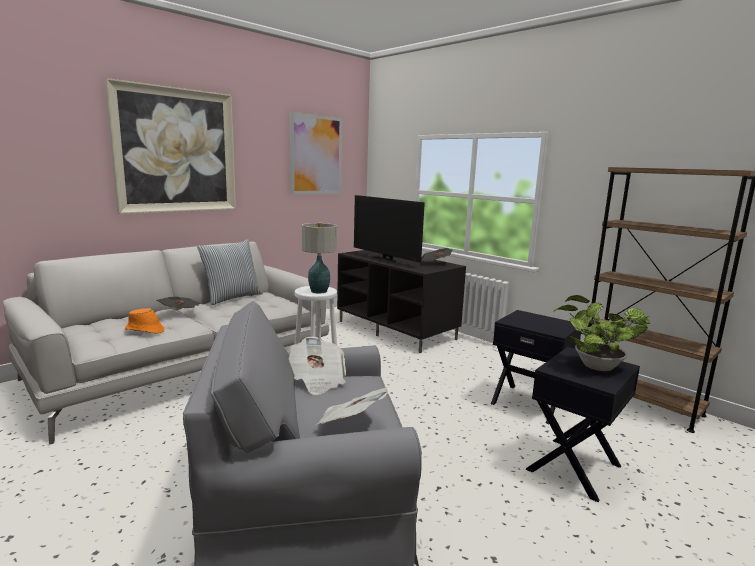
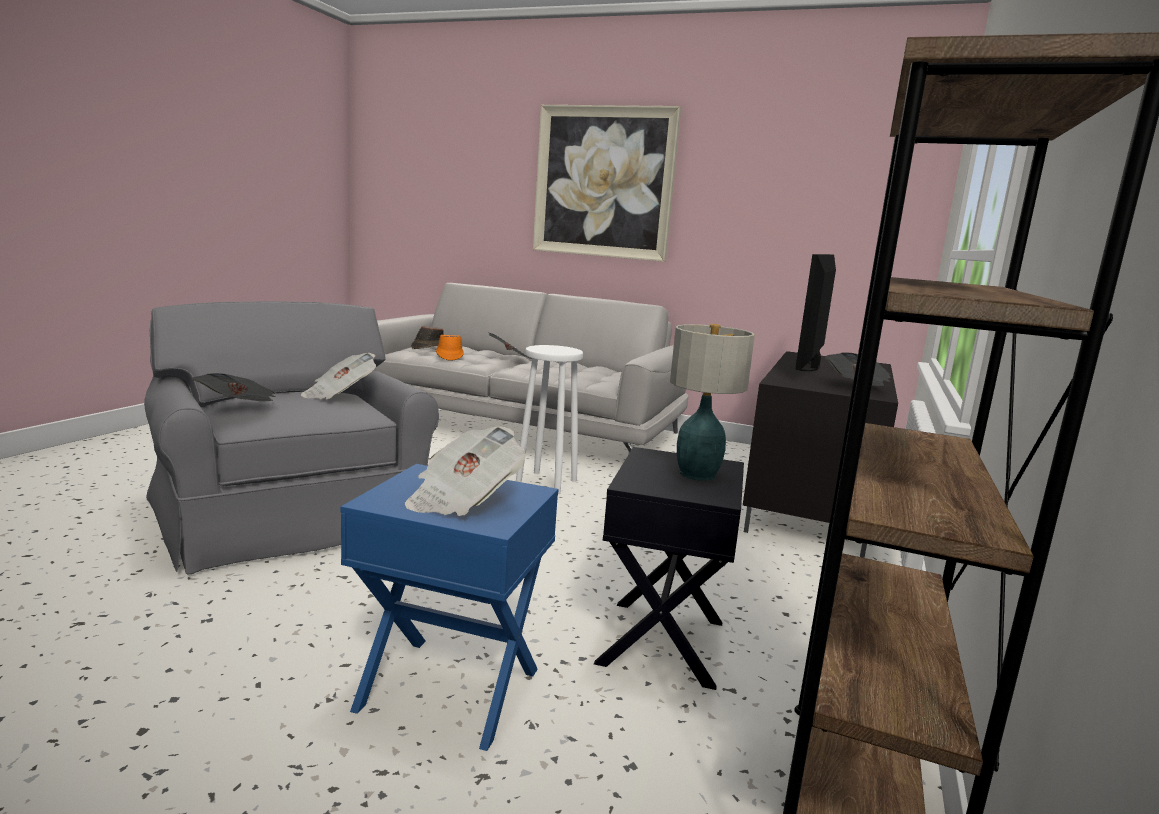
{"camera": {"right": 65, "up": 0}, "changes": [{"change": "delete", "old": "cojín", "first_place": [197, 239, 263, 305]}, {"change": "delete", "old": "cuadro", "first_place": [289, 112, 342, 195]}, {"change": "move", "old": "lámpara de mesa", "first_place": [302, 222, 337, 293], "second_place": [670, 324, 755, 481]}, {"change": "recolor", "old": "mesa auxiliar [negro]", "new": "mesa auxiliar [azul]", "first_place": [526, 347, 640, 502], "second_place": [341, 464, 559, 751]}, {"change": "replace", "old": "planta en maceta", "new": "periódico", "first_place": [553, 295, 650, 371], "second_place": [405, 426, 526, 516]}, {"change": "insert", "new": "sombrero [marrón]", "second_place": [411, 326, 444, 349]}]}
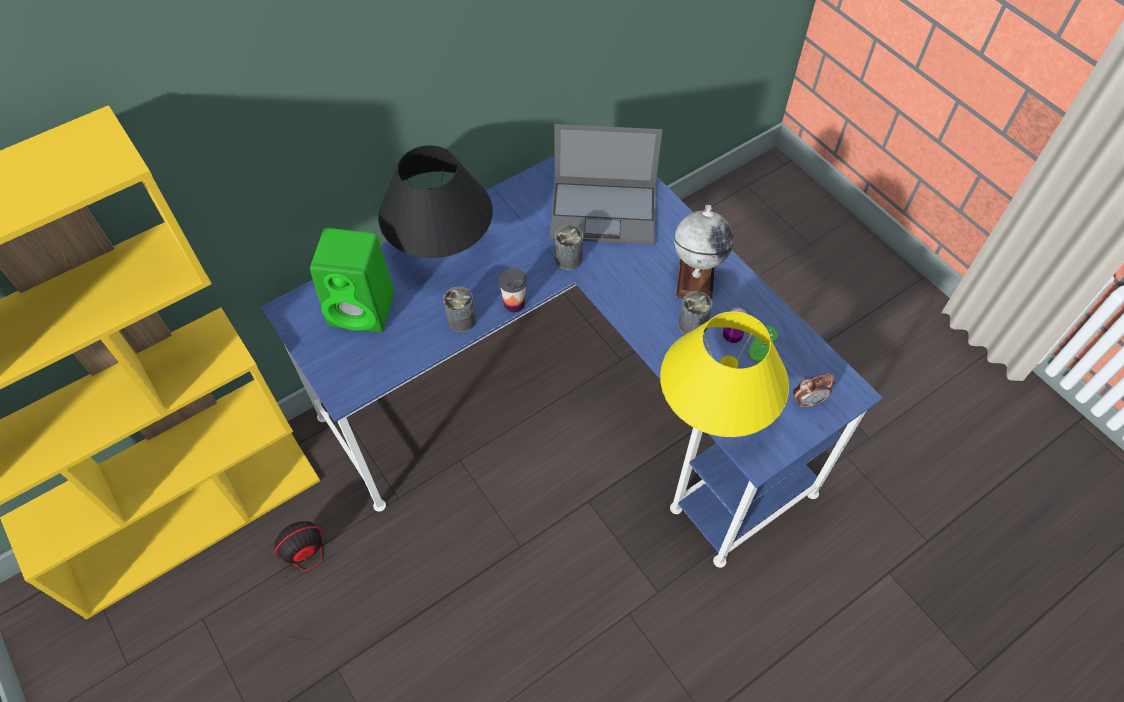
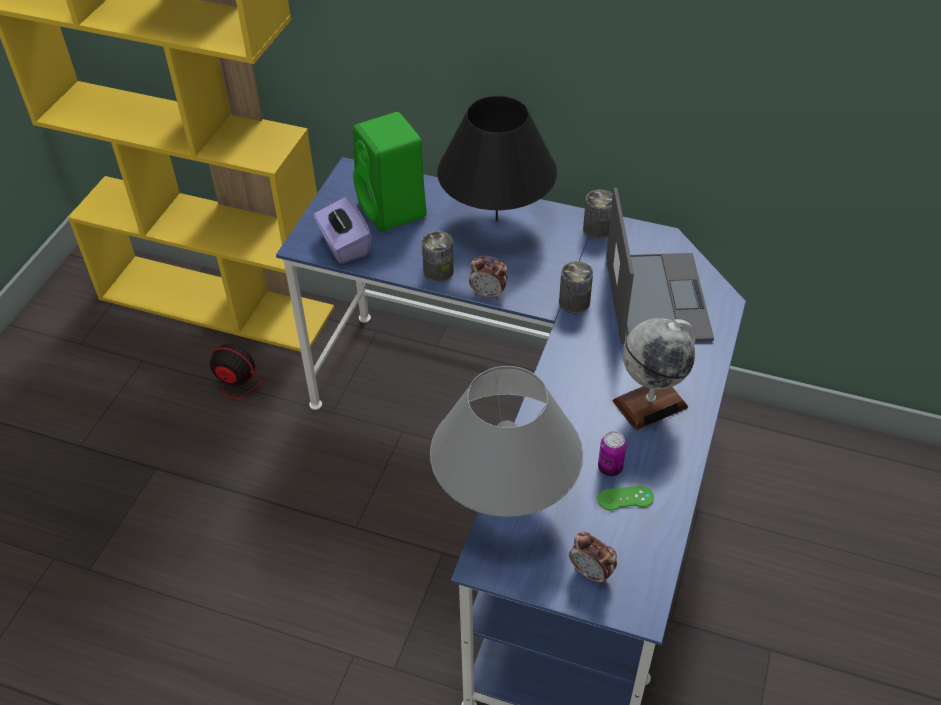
{"camera": {"right": 55, "up": -10}, "changes": [{"change": "replace", "old": "taza", "new": "despertador", "first_place": [498, 268, 527, 313], "second_place": [469, 256, 508, 300]}, {"change": "rotate", "old": "portátil", "first_place": [550, 124, 662, 245], "second_place": [606, 188, 714, 344], "degrees": -150}, {"change": "recolor", "old": "lámpara de mesa [amarillo]", "new": "lámpara de mesa [gris]", "first_place": [660, 311, 789, 437], "second_place": [430, 366, 583, 517]}, {"change": "move", "old": "lata", "first_place": [678, 291, 712, 334], "second_place": [583, 190, 613, 239]}, {"change": "insert", "new": "caja de pañuelos [morado]", "second_place": [313, 197, 371, 264]}]}
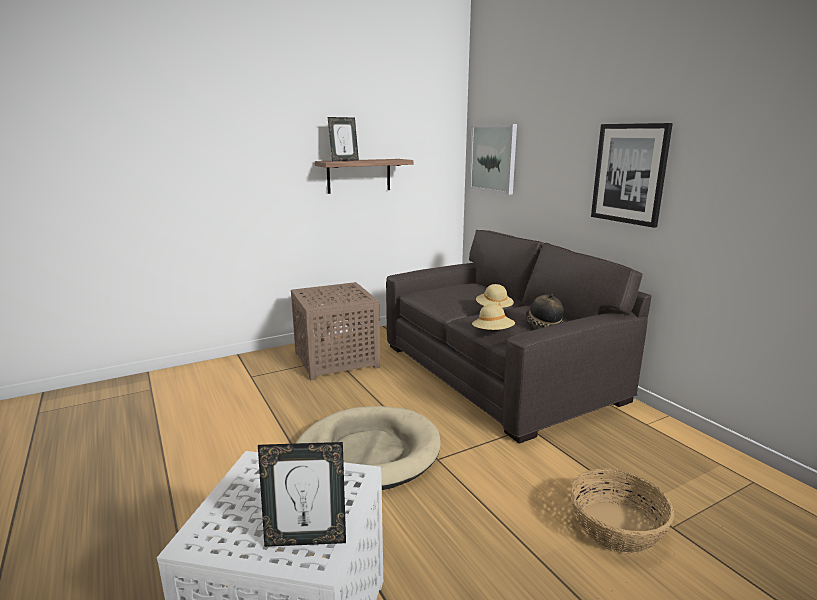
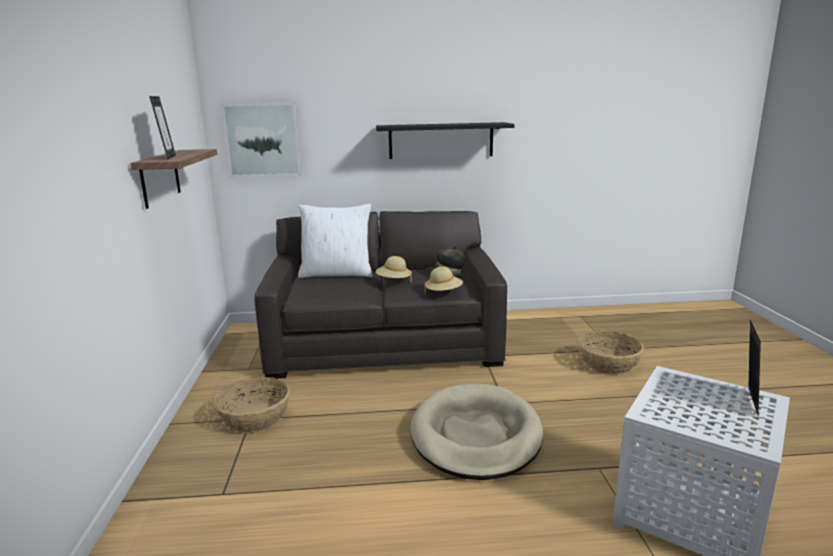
{"camera": {"right": -65, "up": 0}, "changes": [{"change": "replace", "old": "mesa auxiliar [marrón]", "new": "cesta", "first_place": [291, 282, 380, 380], "second_place": [213, 377, 290, 433]}, {"change": "replace", "old": "cuadro", "new": "estante [negro]", "first_place": [591, 123, 673, 228], "second_place": [376, 122, 515, 159]}, {"change": "insert", "new": "cojín [blanco]", "second_place": [298, 204, 372, 278]}]}
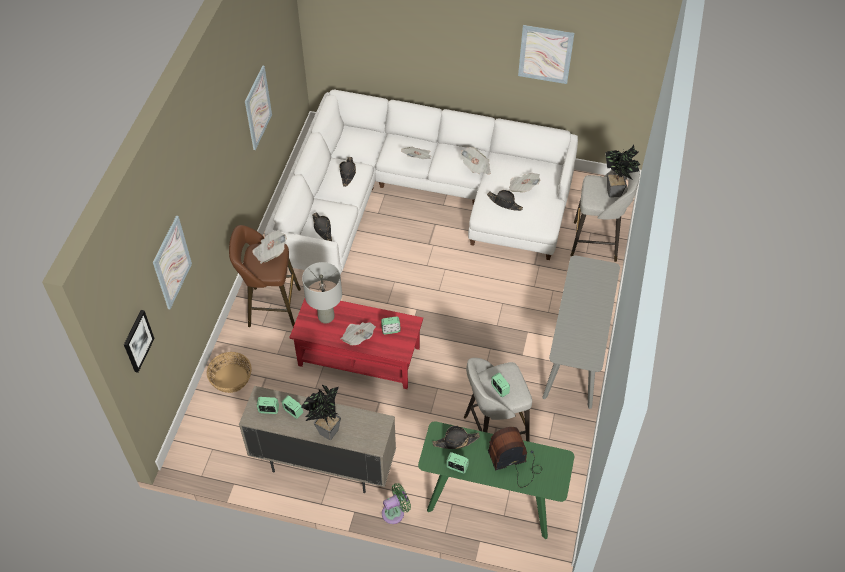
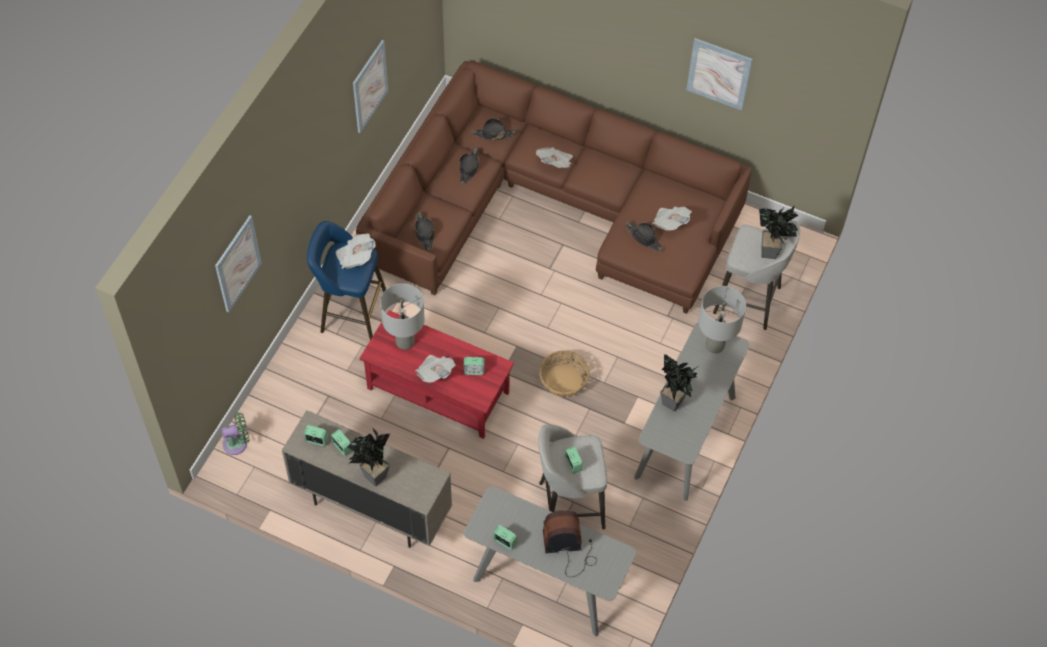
{"camera": {"right": 10, "up": 5}, "changes": [{"change": "delete", "old": "cuadro", "first_place": [124, 310, 155, 373]}, {"change": "move", "old": "cesta", "first_place": [207, 352, 252, 393], "second_place": [539, 350, 590, 397]}, {"change": "recolor", "old": "taburete [marrón]", "new": "taburete [azul]", "first_place": [229, 225, 301, 327], "second_place": [307, 221, 386, 340]}, {"change": "recolor", "old": "sofá [blanco]", "new": "sofá [marrón]", "first_place": [265, 90, 578, 275], "second_place": [356, 61, 751, 314]}, {"change": "move", "old": "ventilador [verde]", "first_place": [382, 483, 411, 524], "second_place": [221, 413, 250, 455]}, {"change": "recolor", "old": "mesa consola [verde]", "new": "mesa consola [gris]", "first_place": [418, 421, 574, 539], "second_place": [464, 487, 636, 637]}, {"change": "move", "old": "sombrero [negro]", "first_place": [432, 425, 480, 449], "second_place": [471, 118, 516, 140]}, {"change": "delete", "old": "periódico", "first_place": [461, 147, 491, 175]}, {"change": "insert", "new": "planta en maceta", "second_place": [660, 354, 698, 411]}, {"change": "insert", "new": "lámpara de mesa [gris]", "second_place": [698, 286, 746, 353]}]}
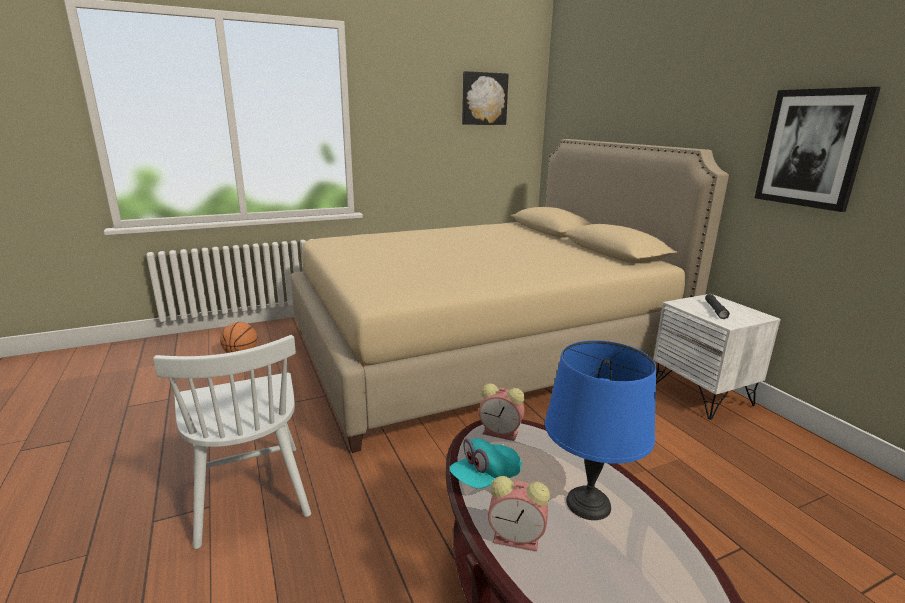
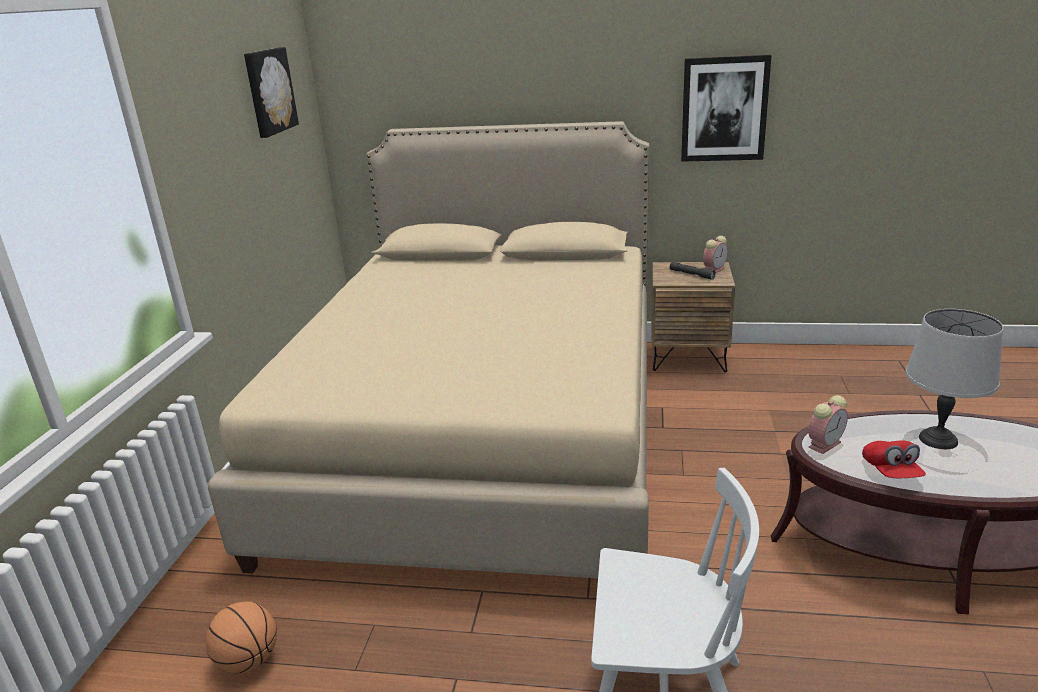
{"camera": {"right": -55, "up": 5}, "changes": [{"change": "recolor", "old": "gorra [turquesa]", "new": "gorra [rojo]", "first_place": [449, 438, 522, 489], "second_place": [862, 440, 926, 478]}, {"change": "move", "old": "despertador", "first_place": [488, 476, 550, 551], "second_place": [703, 236, 728, 273]}, {"change": "recolor", "old": "lámpara de mesa [azul]", "new": "lámpara de mesa [gris]", "first_place": [545, 340, 657, 520], "second_place": [905, 309, 1003, 449]}, {"change": "recolor", "old": "mesita de noche [blanco]", "new": "mesita de noche [marrón]", "first_place": [653, 294, 781, 420], "second_place": [651, 262, 735, 372]}]}
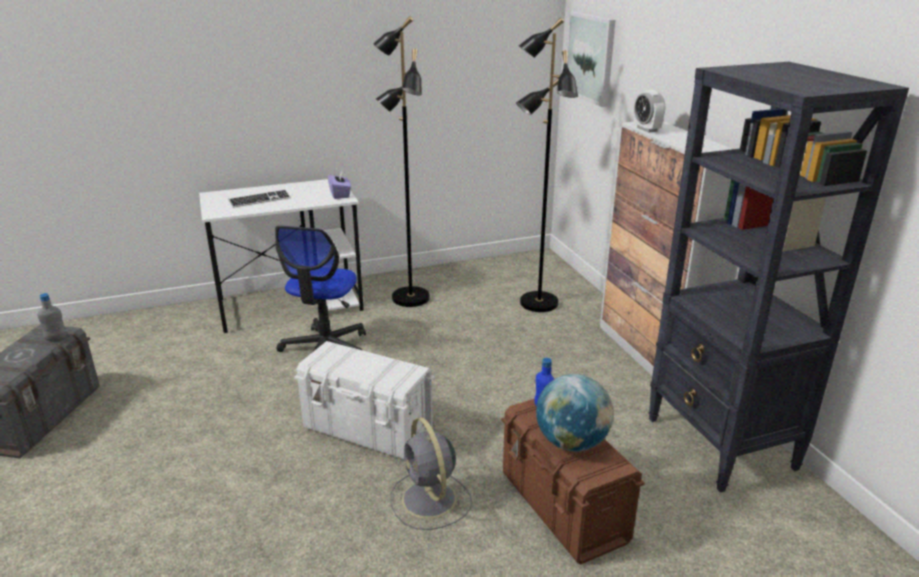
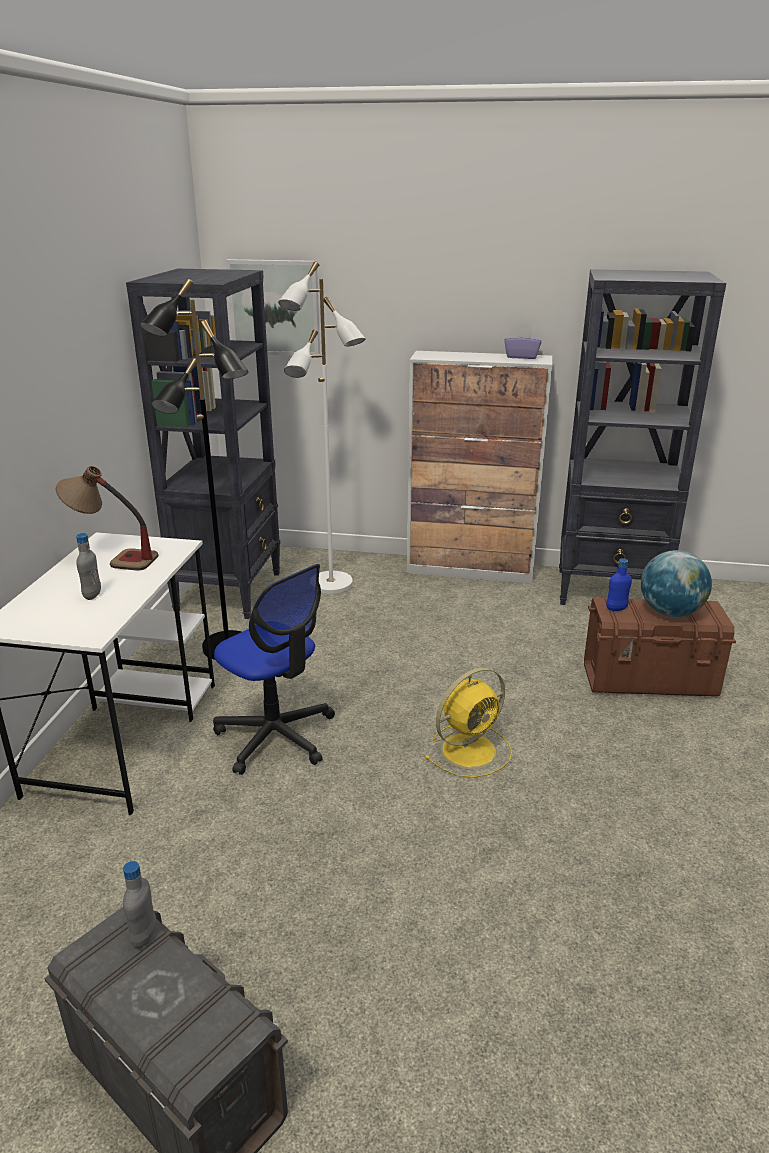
{"camera": {"right": -60, "up": 0}, "changes": [{"change": "replace", "old": "teclado", "new": "botella [gris]", "first_place": [229, 190, 291, 208], "second_place": [76, 533, 101, 600]}, {"change": "replace", "old": "caja de almacenaje [blanco]", "new": "ventilador [amarillo]", "first_place": [294, 341, 435, 459], "second_place": [424, 667, 512, 778]}, {"change": "move", "old": "caja de pañuelos [morado]", "first_place": [328, 171, 351, 199], "second_place": [504, 328, 542, 359]}, {"change": "delete", "old": "ventilador [gris]", "first_place": [391, 417, 472, 530]}, {"change": "recolor", "old": "lámpara de pie [negro]", "new": "lámpara de pie [blanco]", "first_place": [516, 18, 578, 312], "second_place": [278, 261, 365, 594]}, {"change": "delete", "old": "despertador", "first_place": [634, 90, 665, 133]}, {"change": "insert", "new": "lámpara de mesa", "second_place": [56, 466, 158, 571]}, {"change": "insert", "new": "estantería [negro]", "second_place": [126, 269, 280, 619]}]}
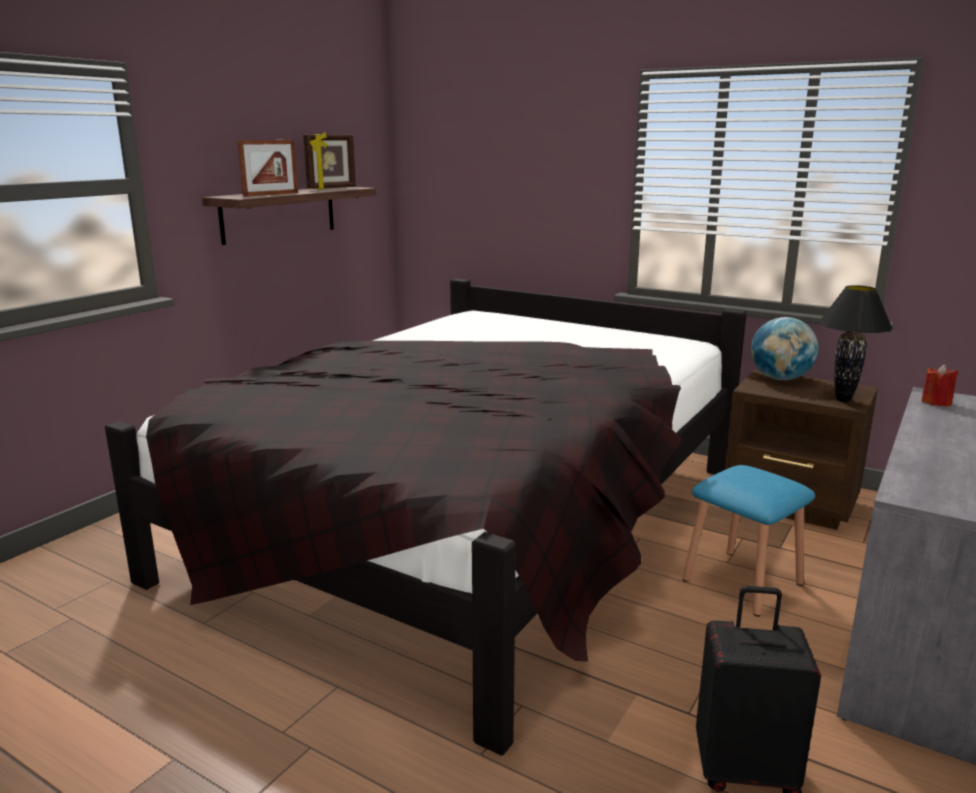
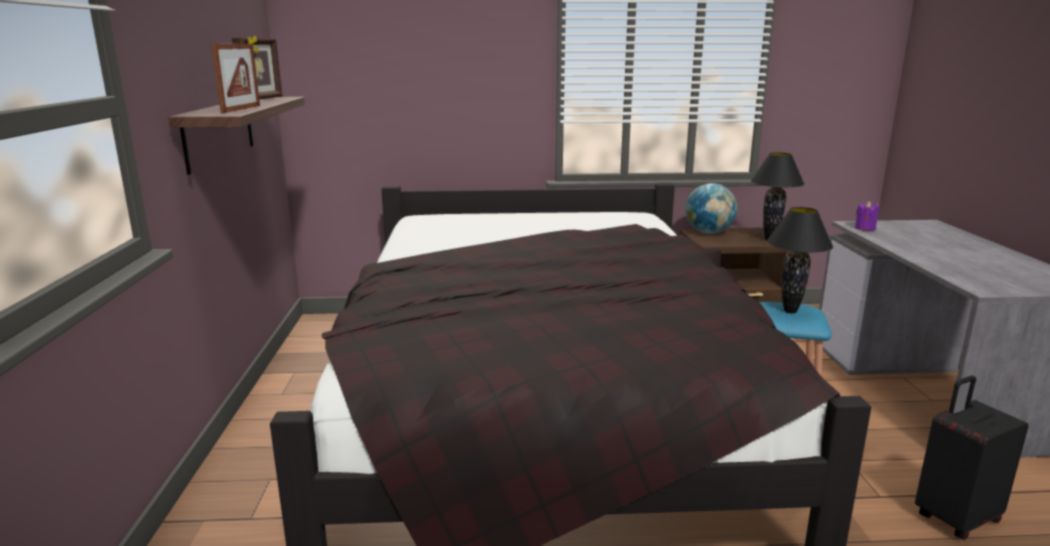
{"camera": {"right": -35, "up": 0}, "changes": [{"change": "recolor", "old": "vela [rojo]", "new": "vela [morado]", "first_place": [922, 365, 958, 407], "second_place": [855, 201, 879, 231]}, {"change": "insert", "new": "lámpara de mesa [negro]", "second_place": [767, 207, 833, 313]}]}
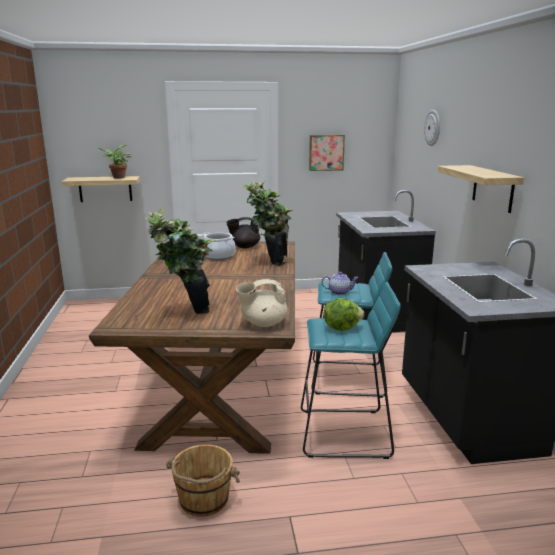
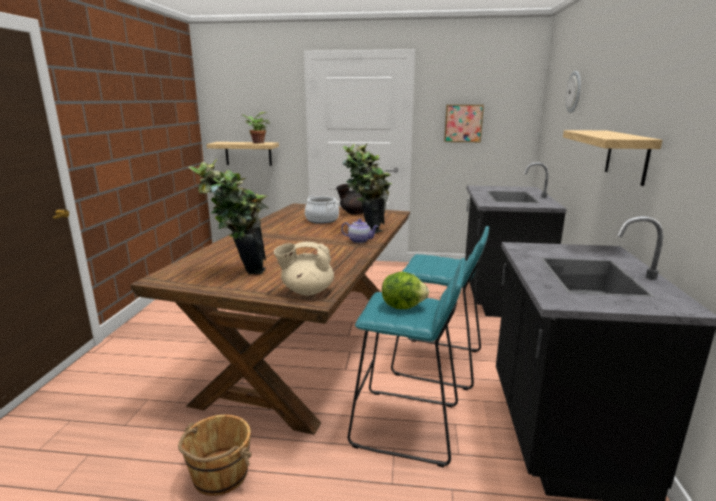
{"camera": {"right": 15, "up": 0}, "changes": [{"change": "move", "old": "tetera", "first_place": [322, 272, 359, 295], "second_place": [341, 219, 379, 243]}]}
